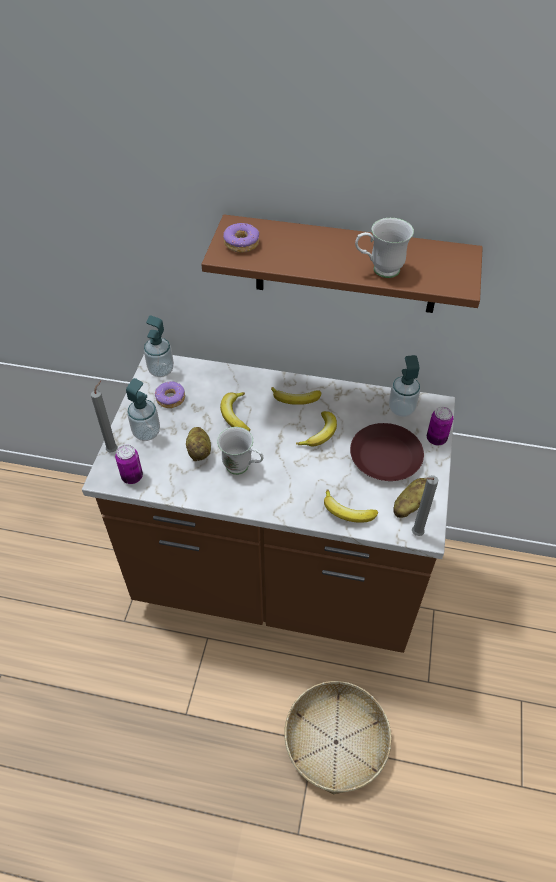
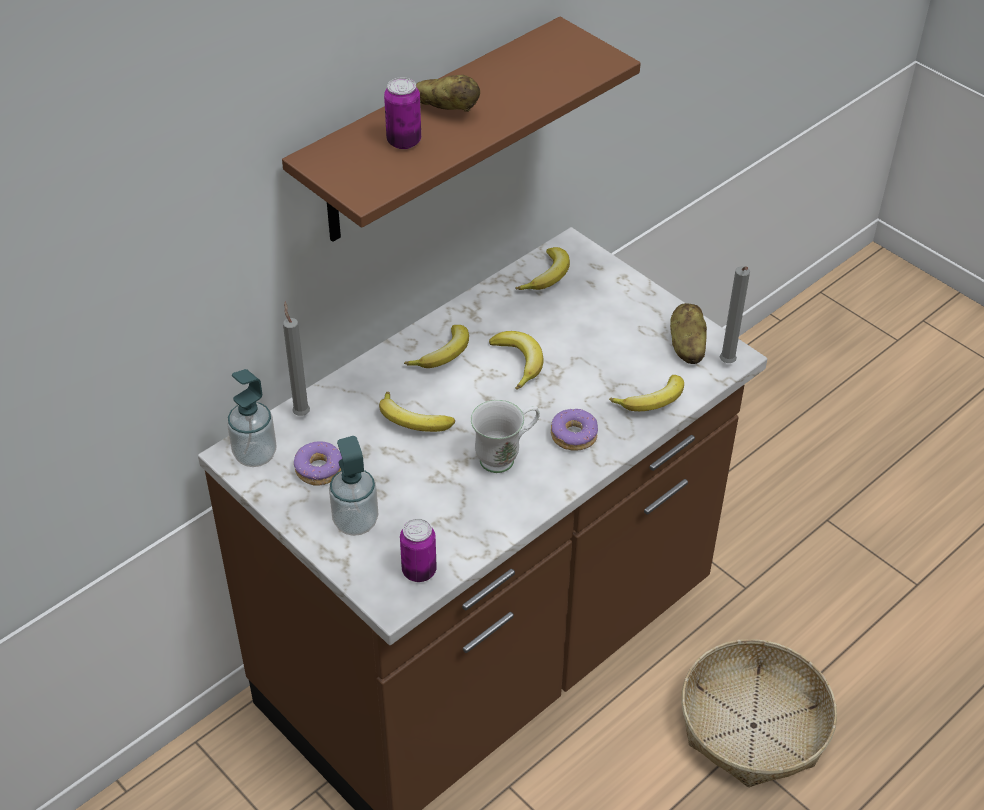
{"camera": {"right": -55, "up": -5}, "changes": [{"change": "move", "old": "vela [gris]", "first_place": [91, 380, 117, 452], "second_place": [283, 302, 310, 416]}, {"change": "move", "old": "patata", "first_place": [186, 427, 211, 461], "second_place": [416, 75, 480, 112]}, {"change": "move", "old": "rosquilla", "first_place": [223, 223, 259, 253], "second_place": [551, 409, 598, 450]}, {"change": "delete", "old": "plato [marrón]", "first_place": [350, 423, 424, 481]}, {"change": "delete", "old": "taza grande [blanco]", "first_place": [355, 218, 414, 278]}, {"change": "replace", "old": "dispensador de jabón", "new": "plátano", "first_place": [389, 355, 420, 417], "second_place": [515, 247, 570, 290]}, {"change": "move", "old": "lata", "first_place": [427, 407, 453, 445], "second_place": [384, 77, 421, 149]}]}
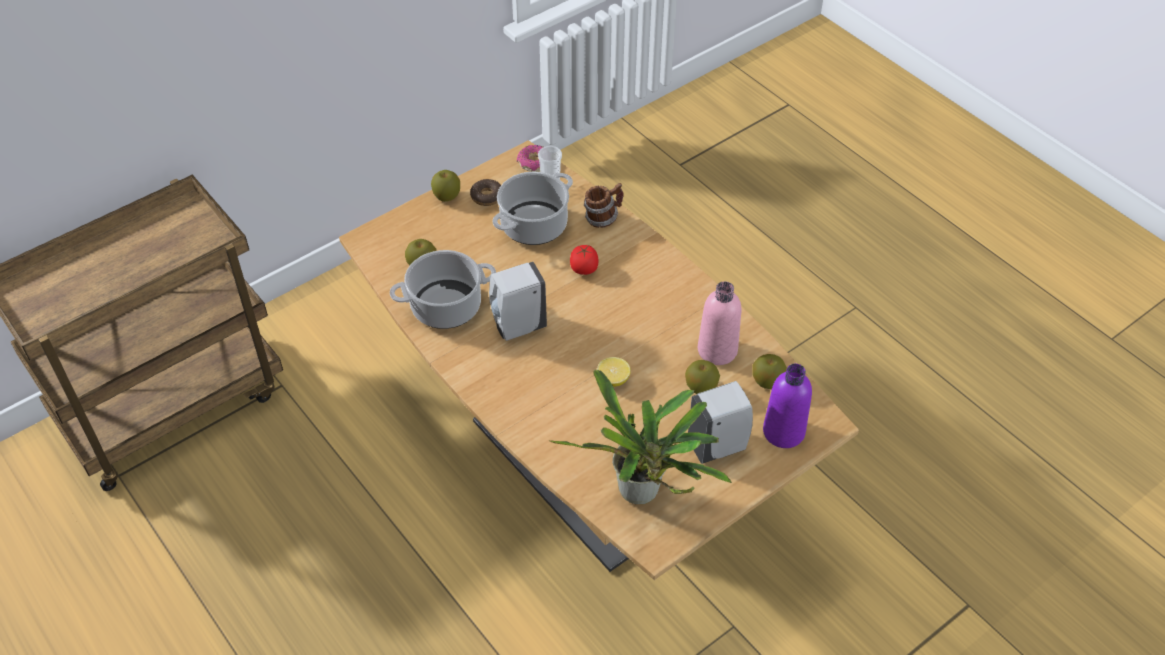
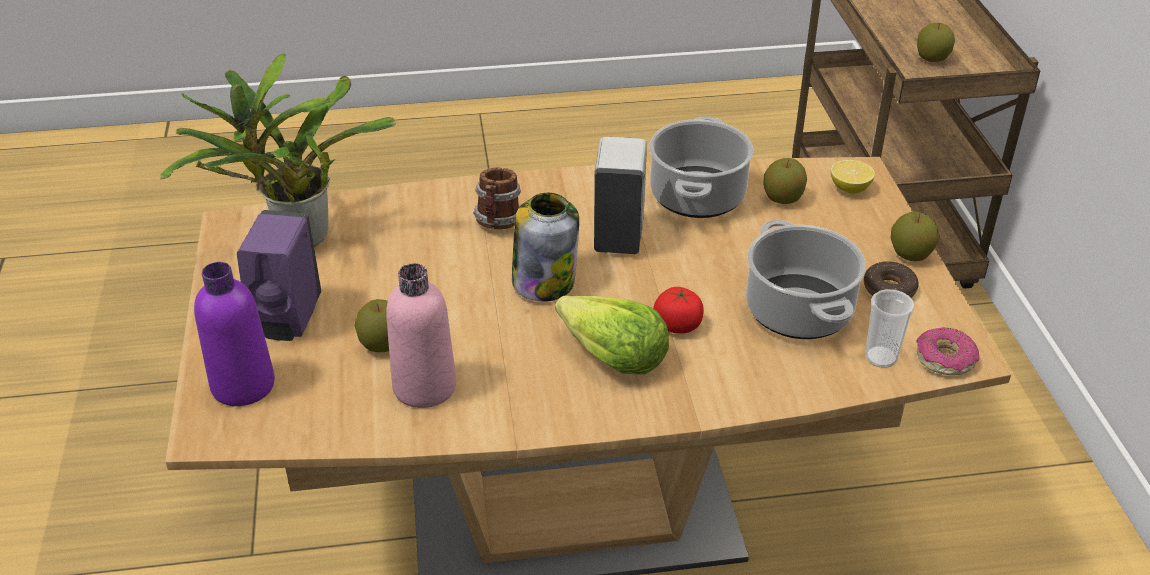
{"camera": {"right": 120, "up": -10}, "changes": [{"change": "move", "old": "taza grande", "first_place": [584, 183, 624, 228], "second_place": [473, 168, 521, 229]}, {"change": "move", "old": "limón", "first_place": [597, 357, 631, 387], "second_place": [831, 160, 875, 194]}, {"change": "recolor", "old": "dispensador de jabón [blanco]", "new": "dispensador de jabón [morado]", "first_place": [688, 381, 753, 464], "second_place": [237, 210, 321, 341]}, {"change": "move", "old": "manzana", "first_place": [752, 354, 787, 389], "second_place": [917, 22, 955, 62]}, {"change": "insert", "new": "tarro", "second_place": [512, 193, 579, 302]}, {"change": "insert", "new": "lechuga", "second_place": [555, 296, 669, 374]}]}
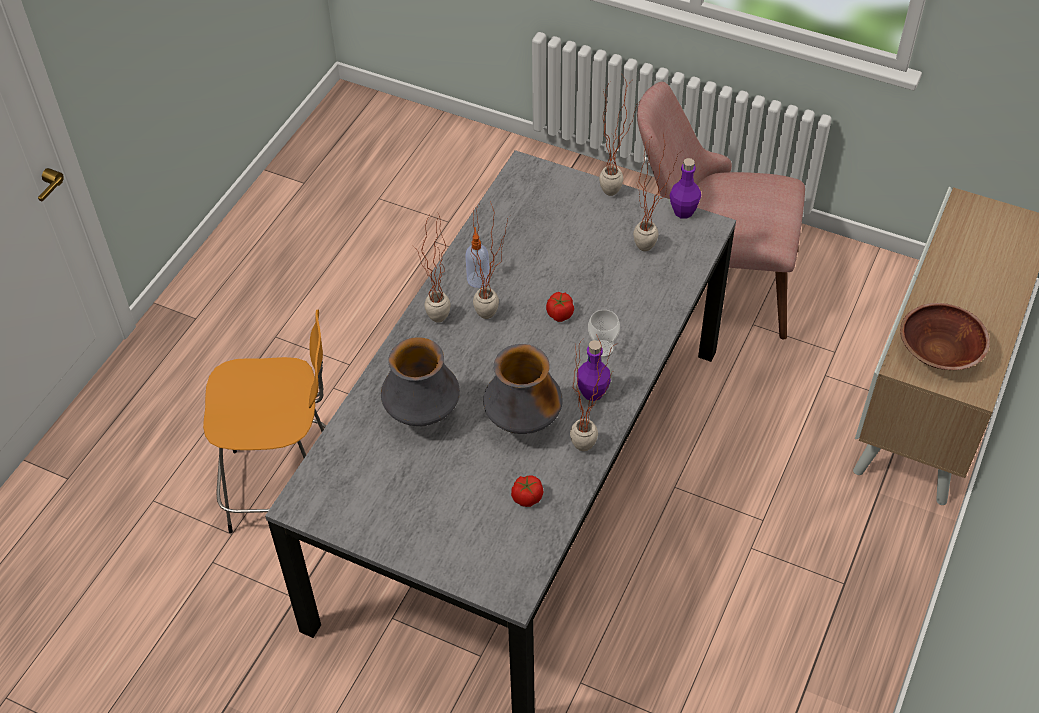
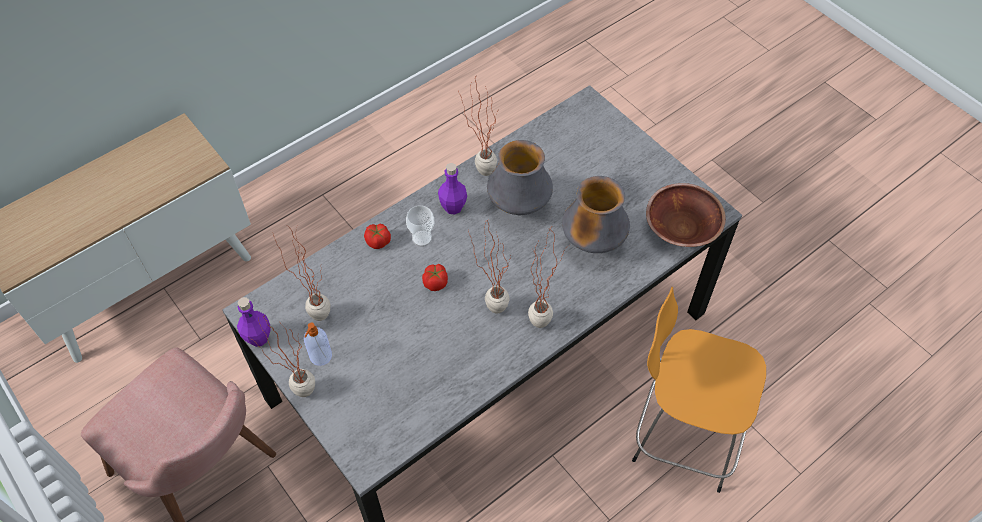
{"camera": {"right": -155, "up": 5}, "changes": [{"change": "move", "old": "dispensador de jabón", "first_place": [465, 227, 490, 288], "second_place": [304, 323, 332, 366]}, {"change": "move", "old": "tomate", "first_place": [511, 476, 543, 507], "second_place": [364, 224, 391, 249]}, {"change": "move", "old": "cuenco [marrón]", "first_place": [900, 303, 990, 370], "second_place": [646, 183, 726, 247]}]}
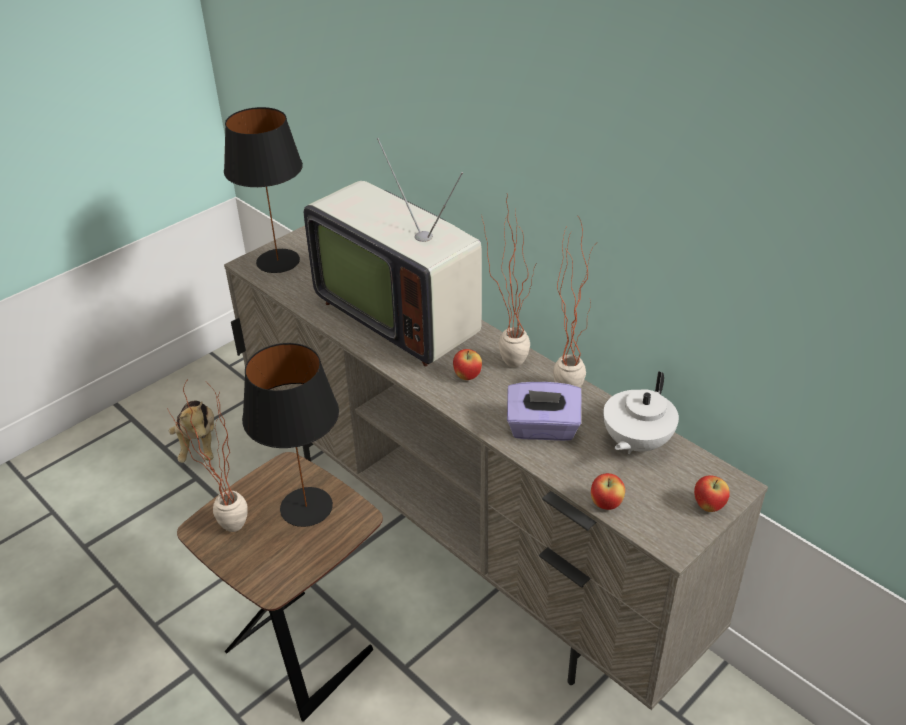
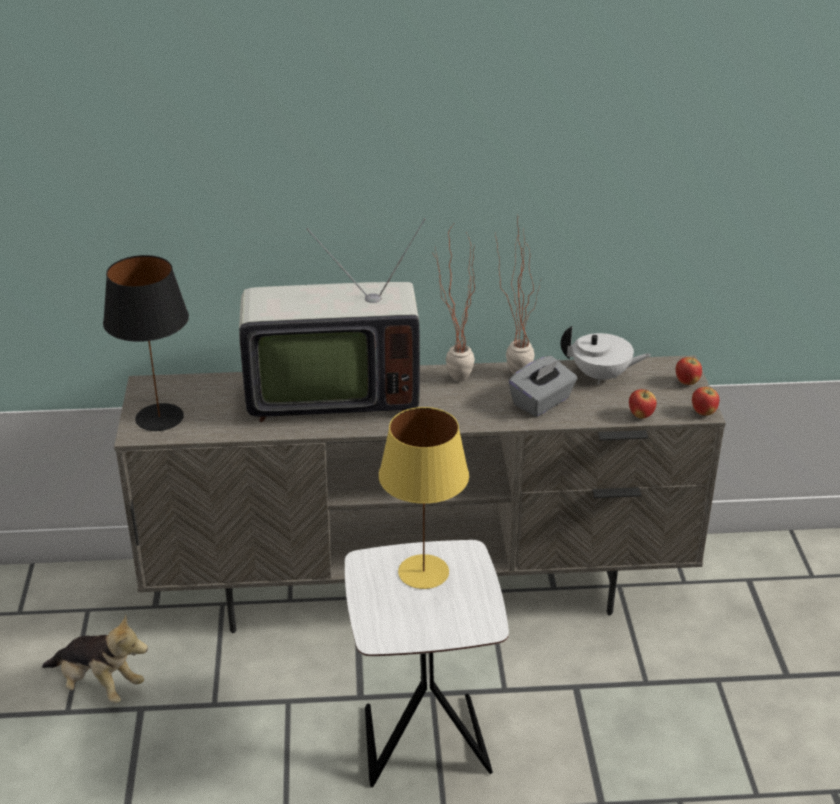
{"camera": {"right": -50, "up": -5}, "changes": [{"change": "delete", "old": "planta en maceta", "first_place": [167, 378, 247, 532]}, {"change": "recolor", "old": "mesa auxiliar [marrón]", "new": "mesa auxiliar [blanco]", "first_place": [177, 452, 383, 722], "second_place": [345, 540, 509, 787]}, {"change": "recolor", "old": "lámpara de mesa [negro]", "new": "lámpara de mesa [amarillo]", "first_place": [242, 343, 339, 527], "second_place": [379, 407, 469, 589]}, {"change": "move", "old": "manzana", "first_place": [453, 349, 482, 380], "second_place": [692, 386, 719, 416]}, {"change": "recolor", "old": "caja de pañuelos [morado]", "new": "caja de pañuelos [gris]", "first_place": [507, 382, 581, 441], "second_place": [509, 356, 577, 417]}, {"change": "rotate", "old": "tetera [blanco]", "first_place": [603, 371, 679, 454], "second_place": [561, 326, 651, 385], "degrees": -60}]}
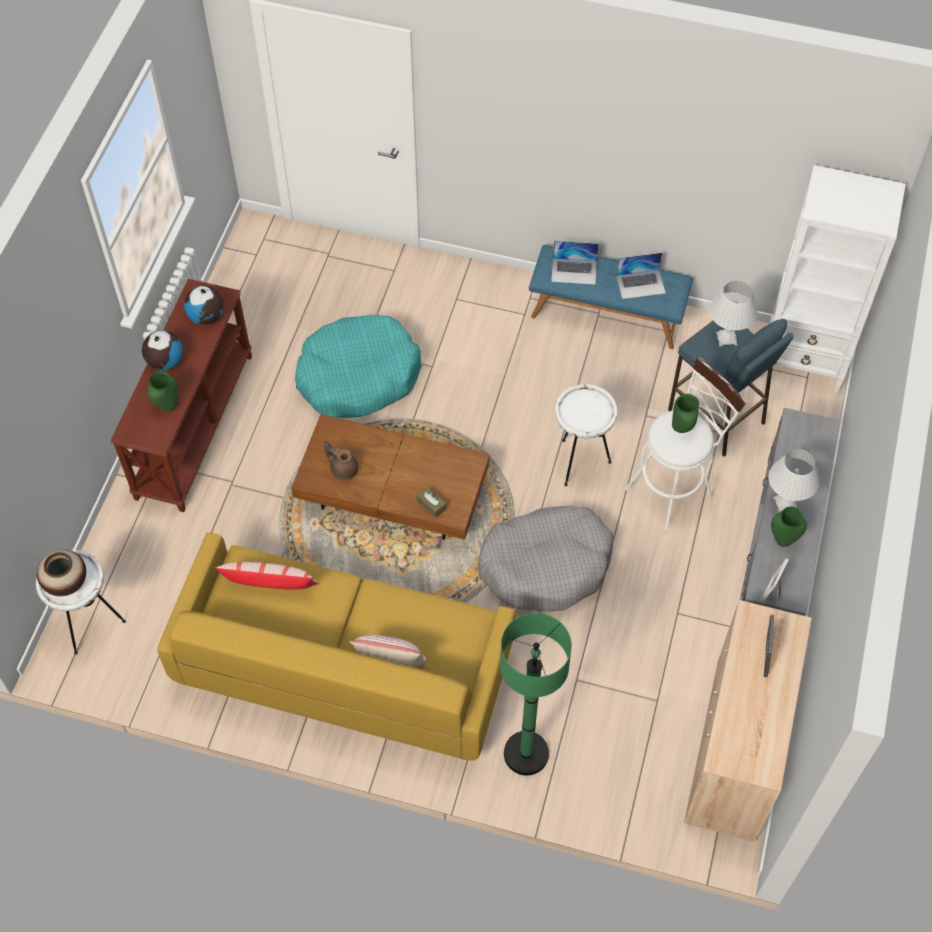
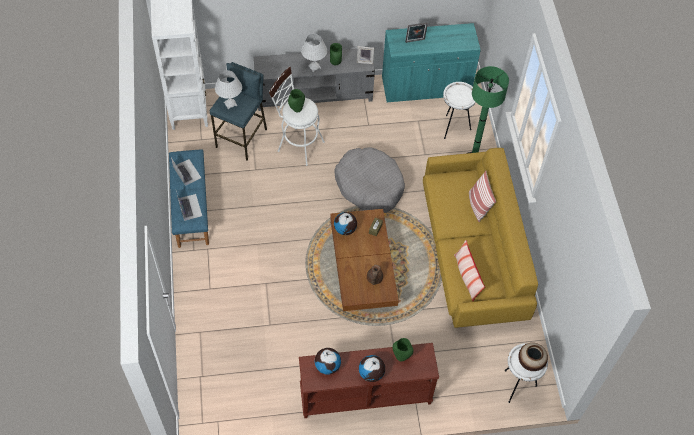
{"camera": {"right": -115, "up": 0}, "changes": [{"change": "delete", "old": "cama para perro [turquesa]", "first_place": [295, 315, 422, 418]}, {"change": "move", "old": "mesa auxiliar [blanco]", "first_place": [555, 384, 617, 486], "second_place": [443, 82, 476, 139]}, {"change": "recolor", "old": "armario [beis]", "new": "armario [turquesa]", "first_place": [684, 600, 812, 842], "second_place": [382, 23, 481, 102]}, {"change": "insert", "new": "globo terráqueo", "second_place": [334, 212, 357, 235]}]}
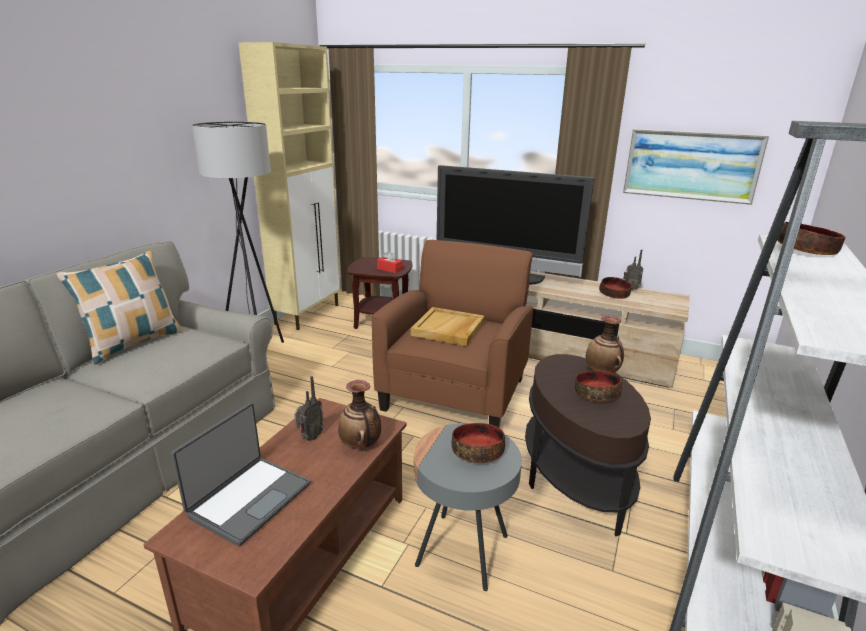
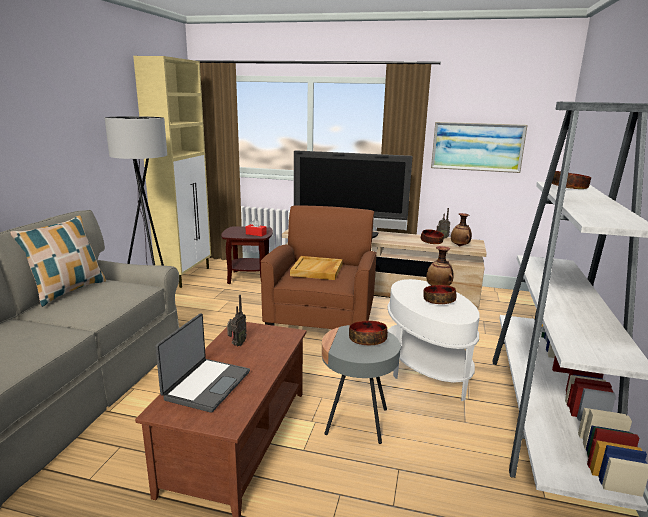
{"camera": {"right": -10, "up": -5}, "changes": [{"change": "move", "old": "florero", "first_place": [338, 380, 381, 448], "second_place": [451, 213, 472, 246]}, {"change": "recolor", "old": "mesa auxiliar [marrón]", "new": "mesa auxiliar [blanco]", "first_place": [525, 354, 651, 536], "second_place": [387, 279, 479, 401]}]}
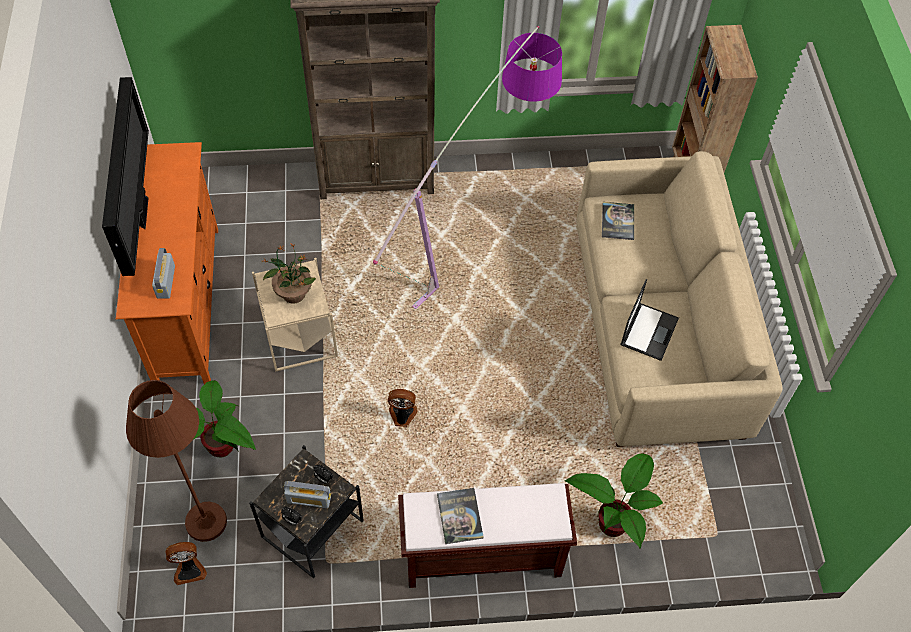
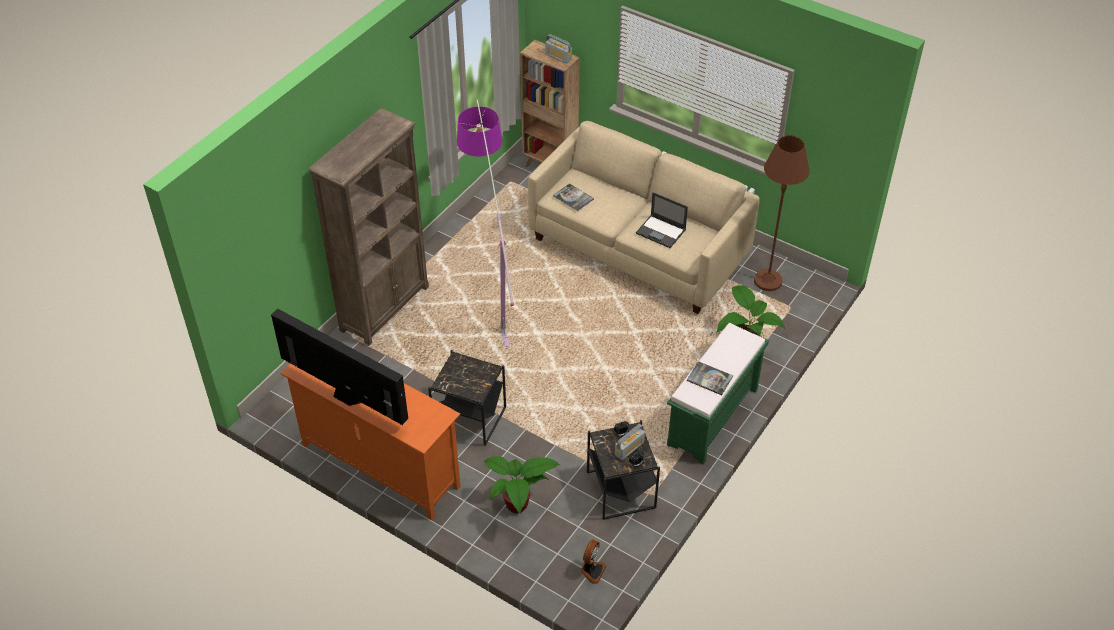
{"camera": {"right": -50, "up": -10}, "changes": [{"change": "move", "old": "lámpara de pie [marrón]", "first_place": [126, 380, 227, 542], "second_place": [754, 135, 810, 291]}, {"change": "move", "old": "radio", "first_place": [152, 248, 175, 299], "second_place": [545, 34, 572, 64]}, {"change": "recolor", "old": "mesa auxiliar [beis]", "new": "mesa auxiliar [negro]", "first_place": [252, 258, 338, 372], "second_place": [428, 350, 506, 446]}, {"change": "delete", "old": "planta en maceta", "first_place": [262, 243, 316, 304]}, {"change": "delete", "old": "ventilador", "first_place": [388, 389, 418, 427]}, {"change": "recolor", "old": "banco [marrón]", "new": "banco [verde]", "first_place": [398, 483, 577, 588], "second_place": [667, 323, 769, 464]}, {"change": "rotate", "old": "portátil", "first_place": [620, 279, 679, 361], "second_place": [636, 192, 688, 248], "degrees": 150}]}
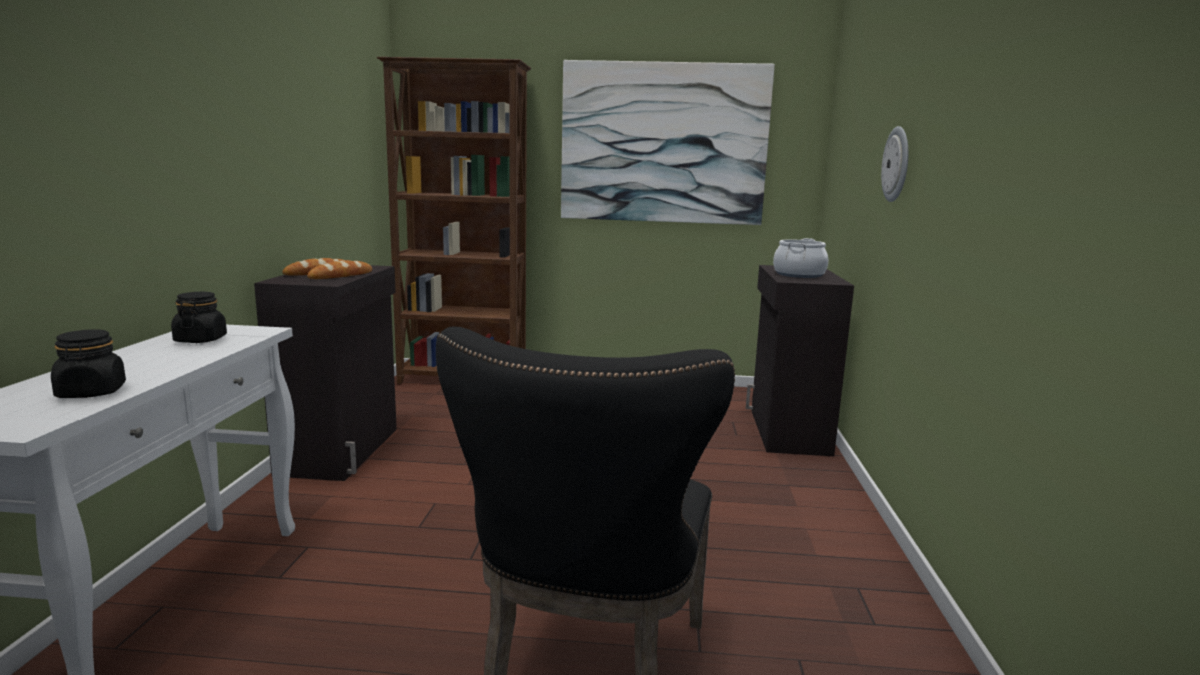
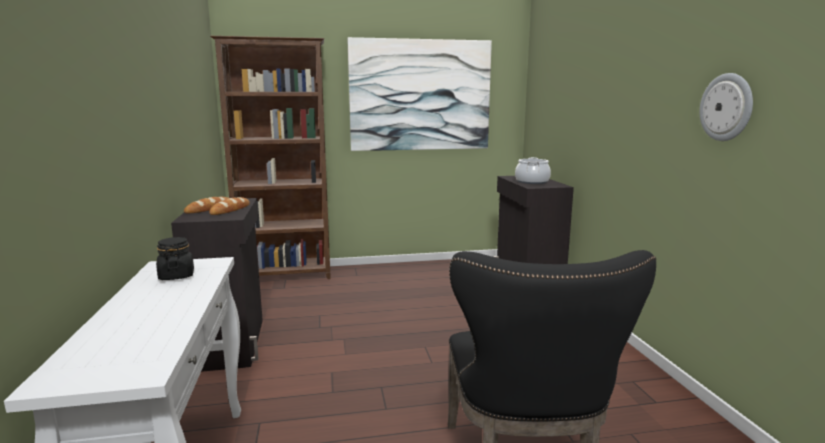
{"camera": {"right": -15, "up": 0}, "changes": [{"change": "delete", "old": "tarro [negro]", "first_place": [51, 329, 126, 398]}, {"change": "move", "old": "reloj de pared", "first_place": [881, 126, 908, 202], "second_place": [699, 73, 753, 141]}]}
